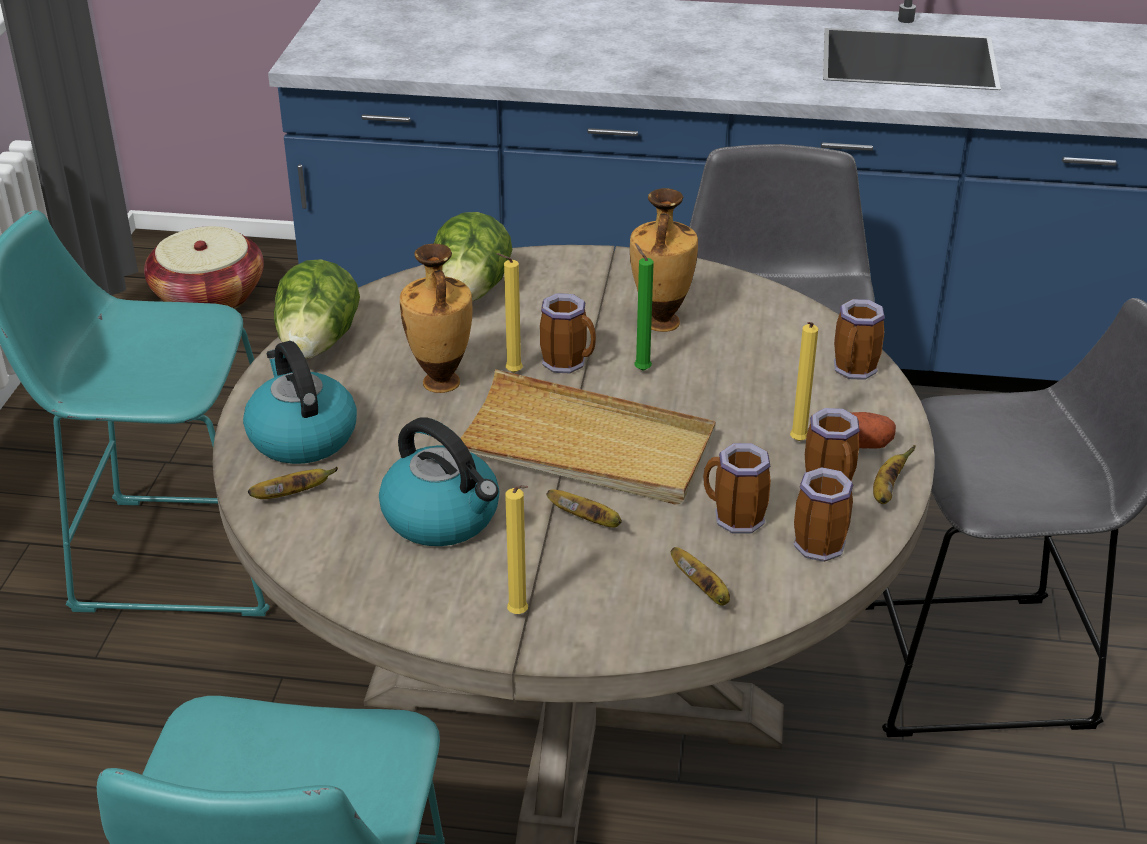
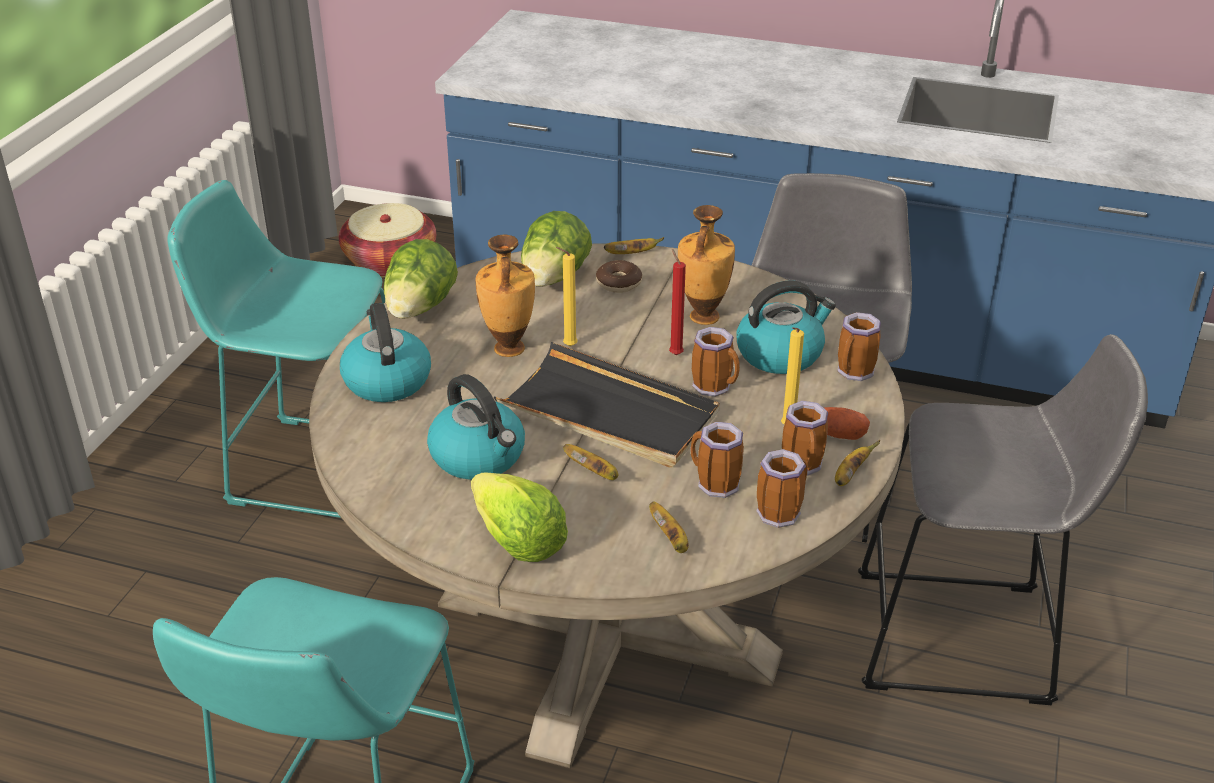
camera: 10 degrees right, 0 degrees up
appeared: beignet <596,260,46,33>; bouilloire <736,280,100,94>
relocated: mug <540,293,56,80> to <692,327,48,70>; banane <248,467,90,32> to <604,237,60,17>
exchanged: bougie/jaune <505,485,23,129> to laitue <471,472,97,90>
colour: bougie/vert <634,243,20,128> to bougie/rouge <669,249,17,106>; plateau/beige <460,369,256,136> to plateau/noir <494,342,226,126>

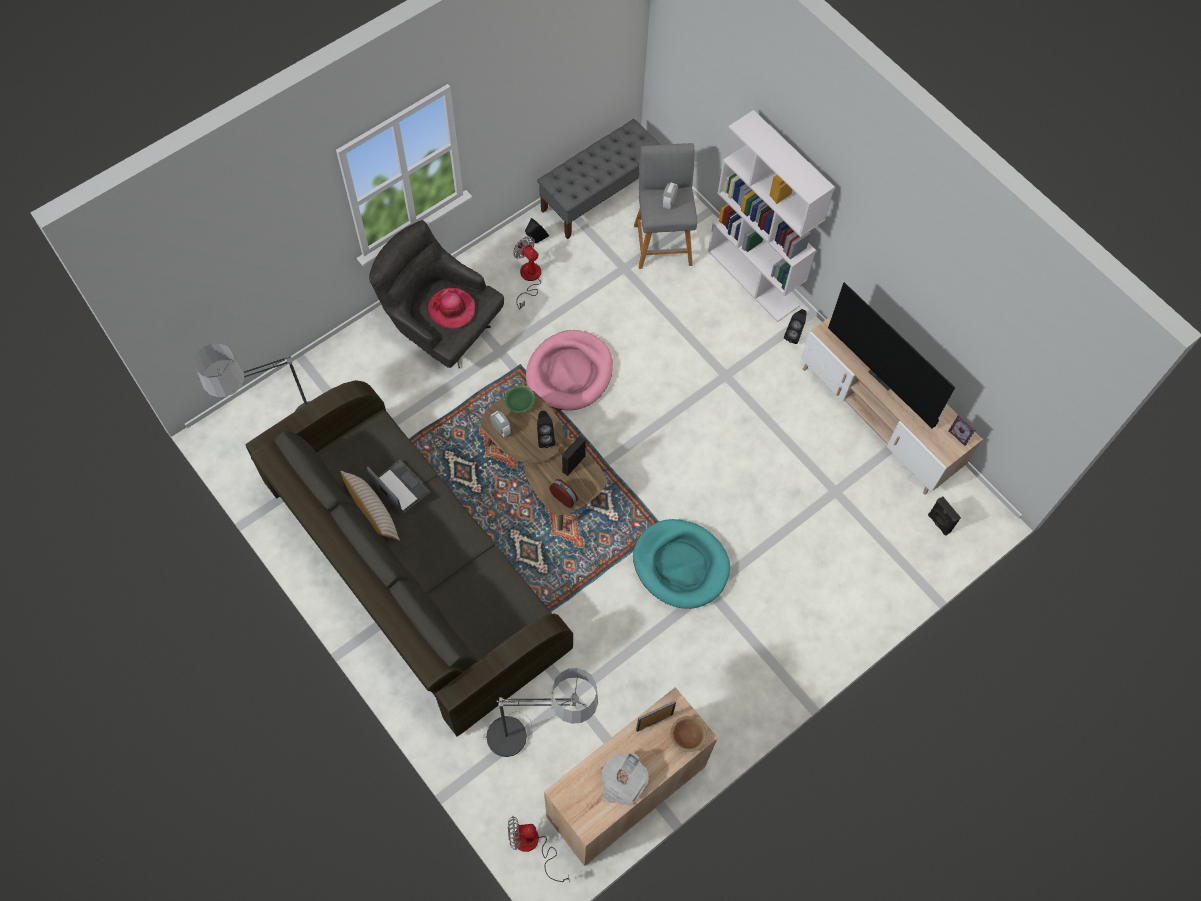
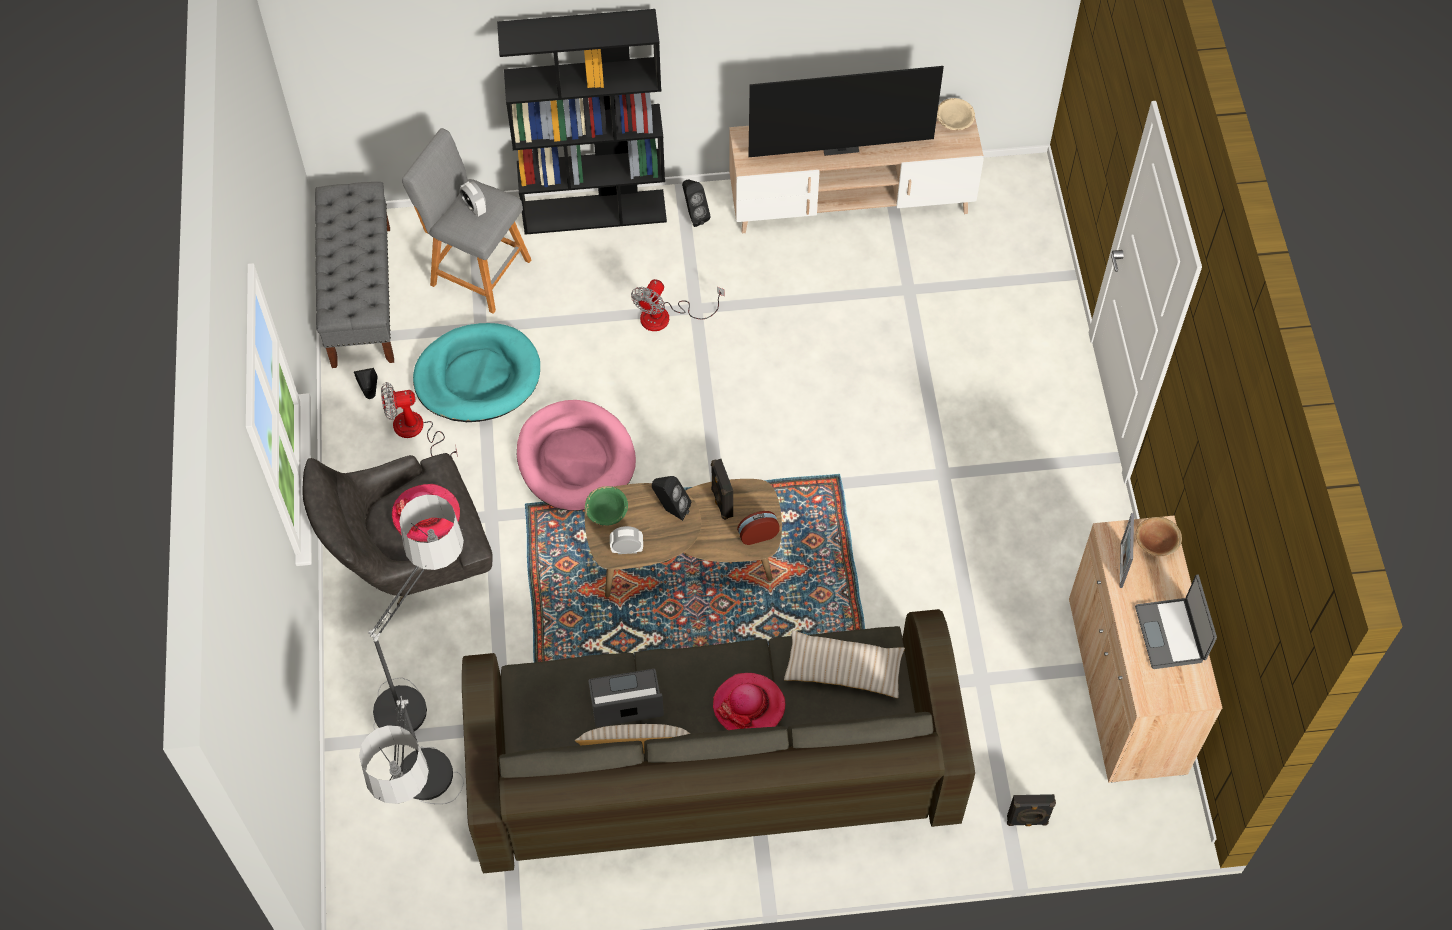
camera: 55 degrees left, 5 degrees down
appeared: coussin/beige <784,630,121,68>; chapeau <713,673,72,57>
relocated: enceinte/noir <928,496,33,40> to <1007,794,49,32>; panier pour chien/turquoise <633,519,97,90> to <413,323,127,99>; lampadaire <483,668,115,89> to <368,494,96,237>; ventilateur <508,816,62,67> to <631,279,93,52>
exchanged: cadre photo <949,415,26,31> to bol/beige <937,98,38,32>; journal <600,753,49,53> to ordinateur portable <1135,574,82,95>
colour: bibliothèque/blanc <708,110,127,212> to bibliothèque/noir <497,9,170,226>

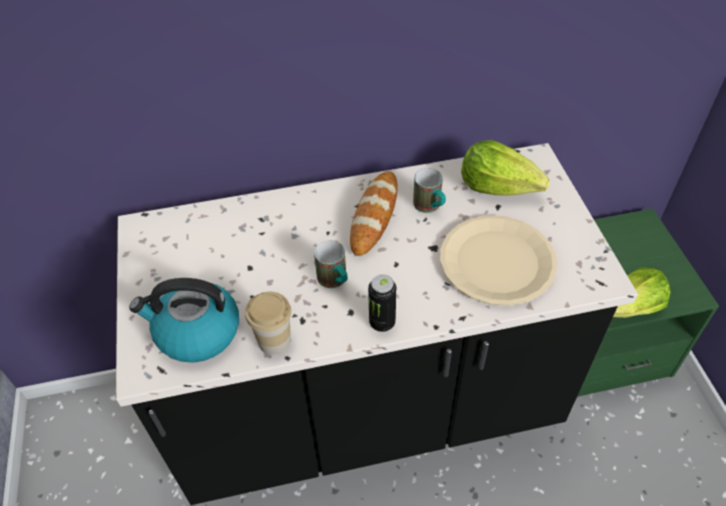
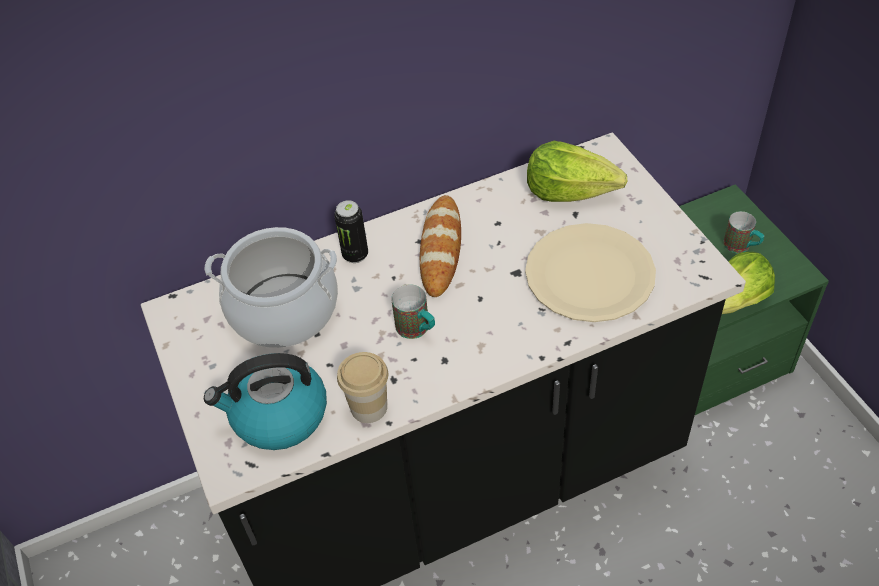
camera: 10 degrees left, 0 degrees up
appeared: marmite <205,227,133,121>
relocated: mug <413,168,33,45> to <723,211,41,42>; boîte métallique <368,274,28,58> to <334,200,34,63>

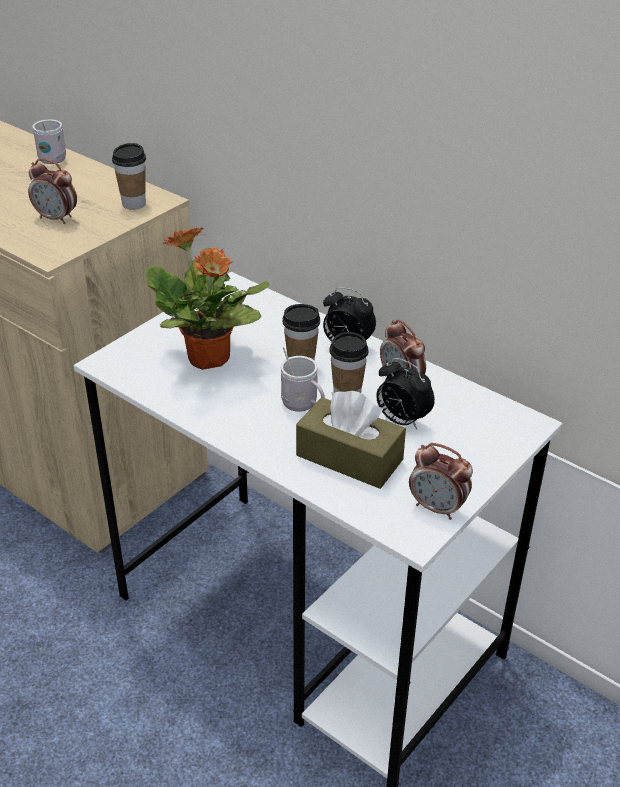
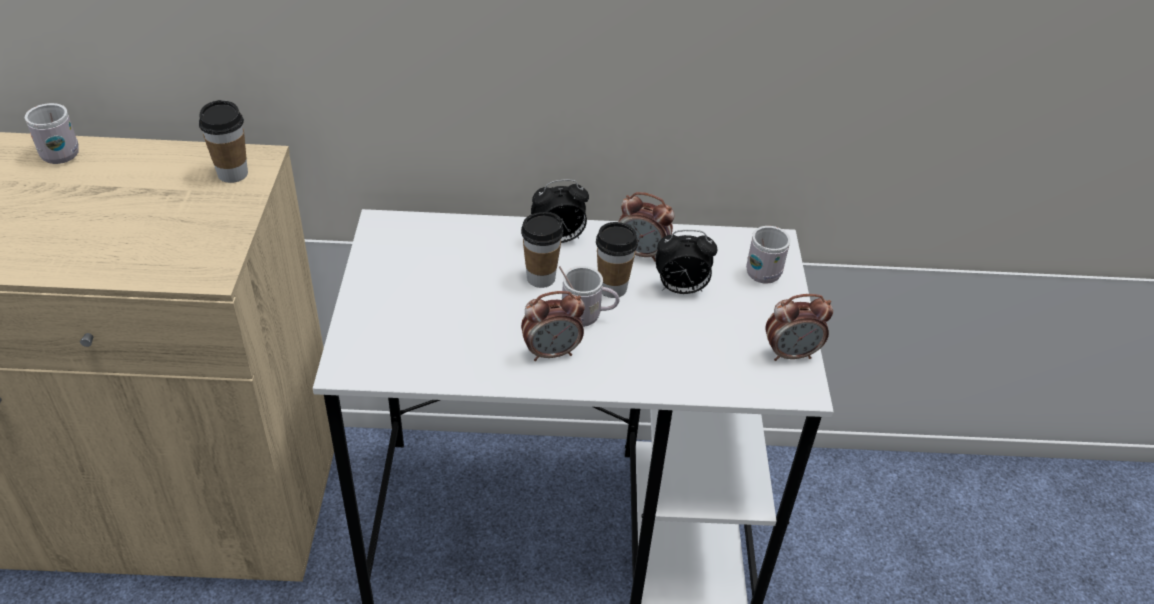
camera: 40 degrees left, 5 degrees up
missing: plante en pot <145,227,125,143>; boîte à mouchoirs/marron <296,390,110,99>
appeared: mug/blanc <746,226,45,58>
relocated: réveil <28,159,49,65> to <521,291,64,70>

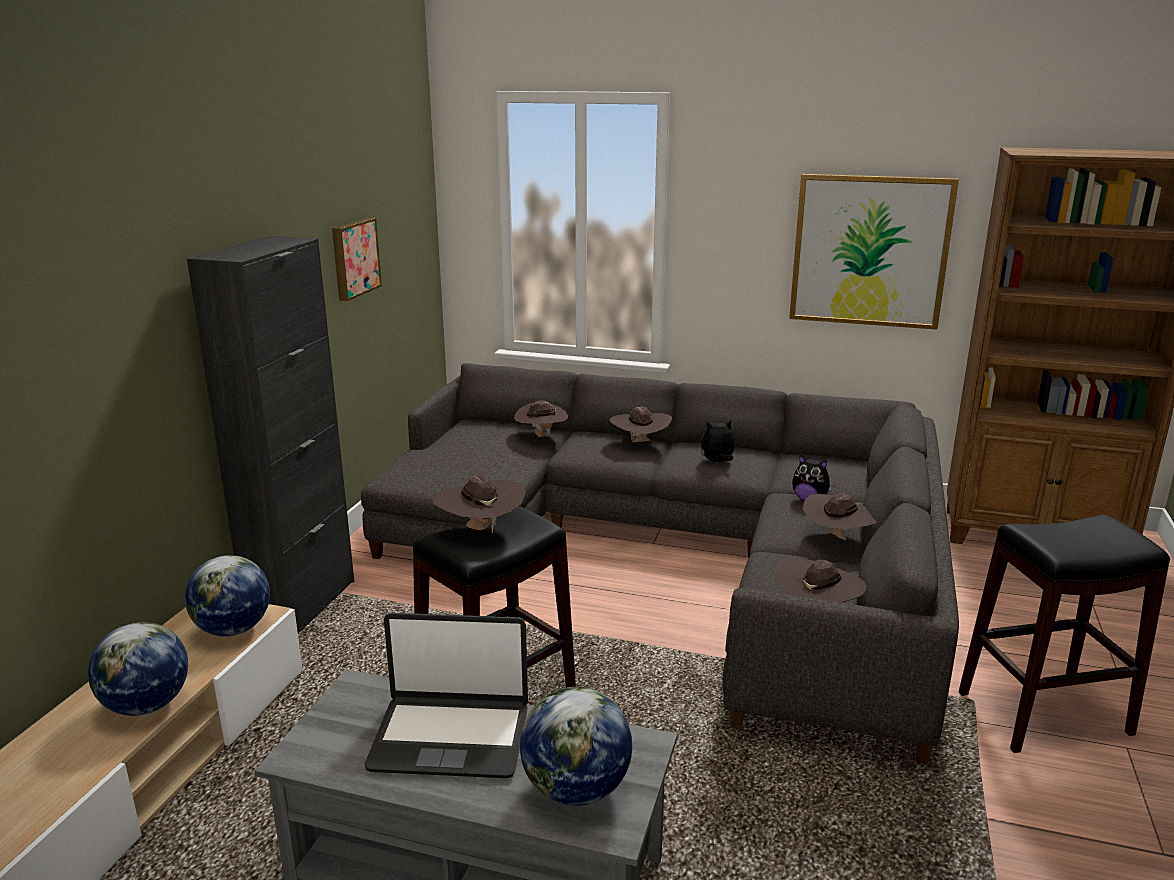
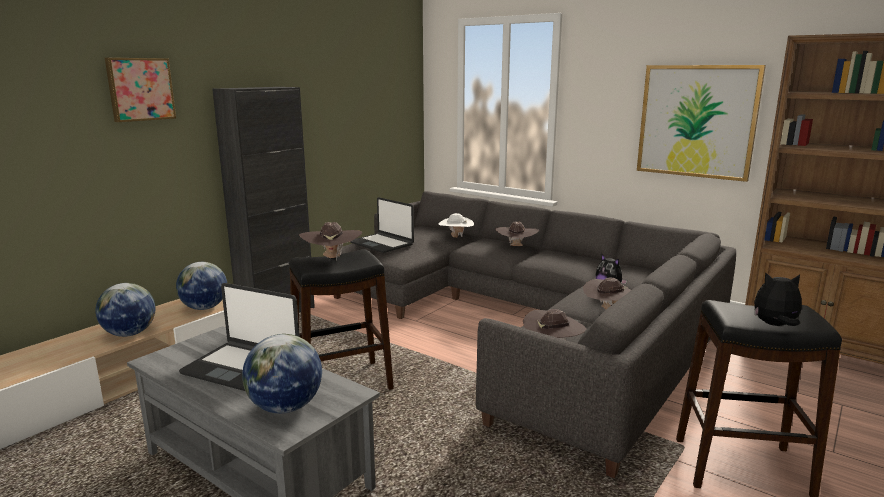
camera: 20 degrees right, 5 degrees down
appeared: ordinateur portable <350,197,64,56>
relocated: tableau <332,218,50,83> to <105,58,71,64>; peluche <701,420,34,42> to <754,272,48,54>
colour: chapeau/marron <514,400,54,37> to chapeau/blanc <439,213,35,25>

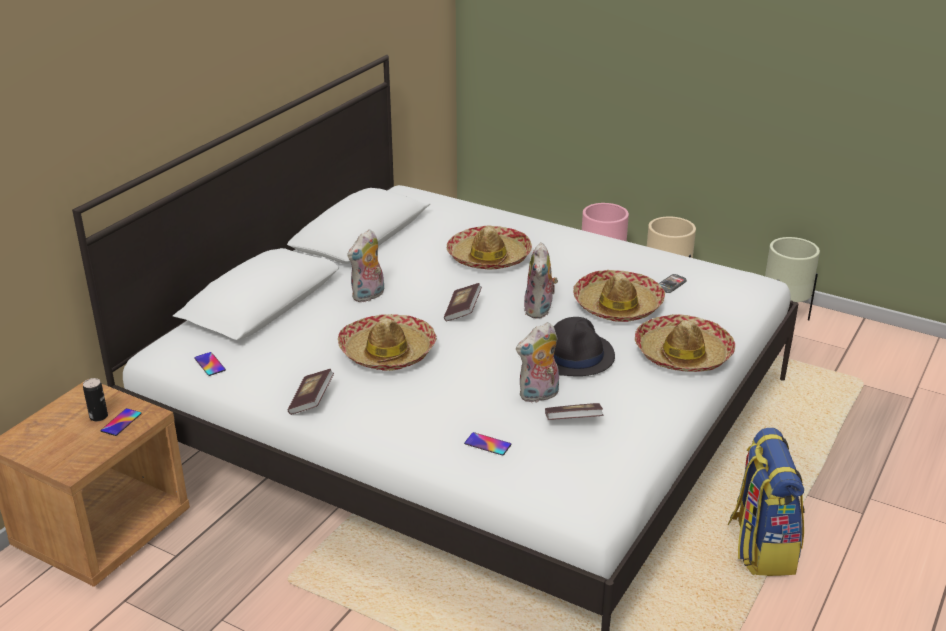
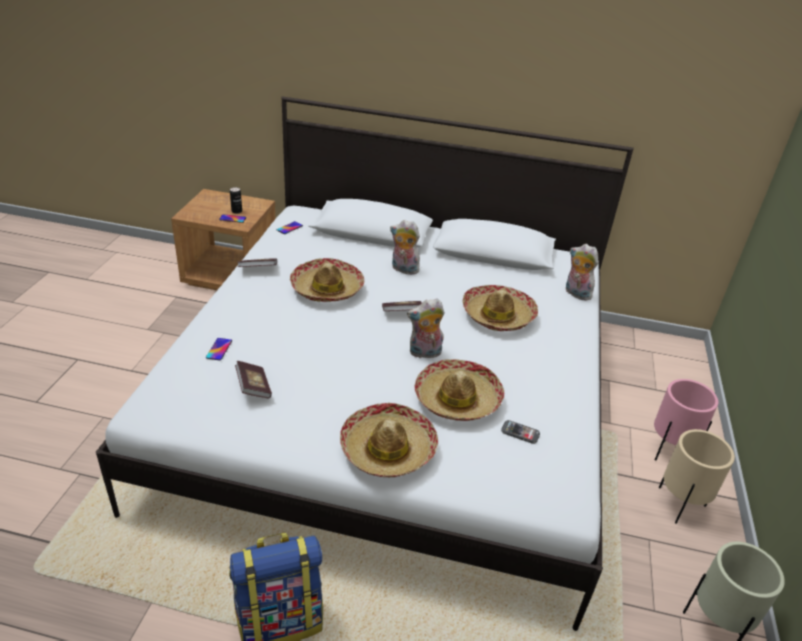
camera: 70 degrees right, 5 degrees up
missing: chapeau/noir <554,317,61,59>
relocated: peluche <516,322,43,81> to <566,244,33,57>

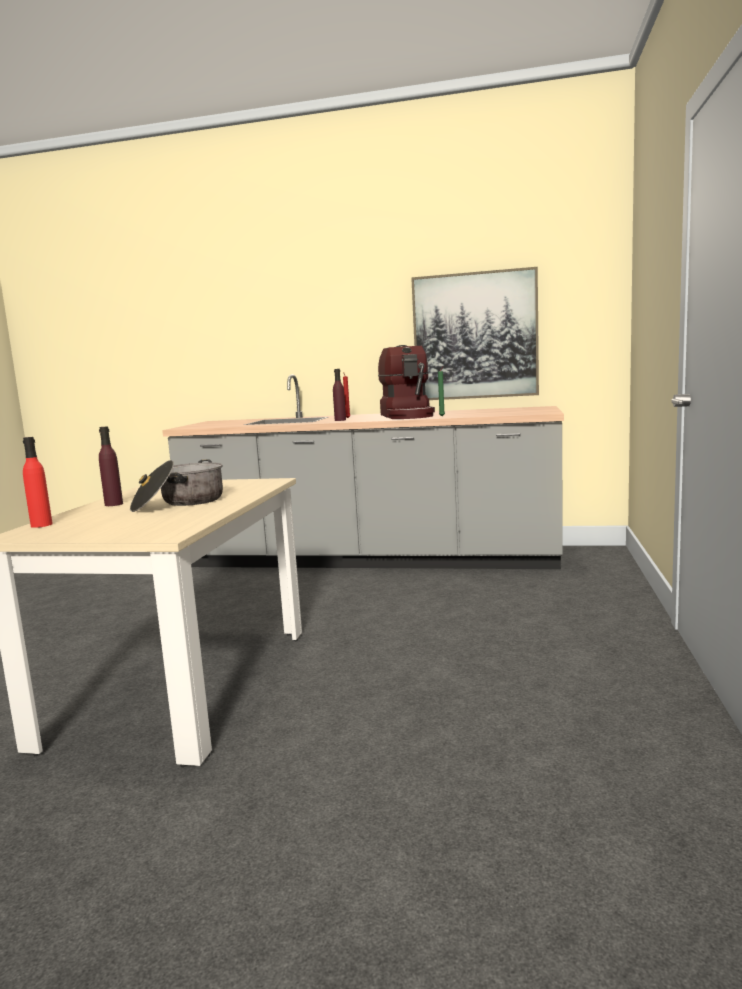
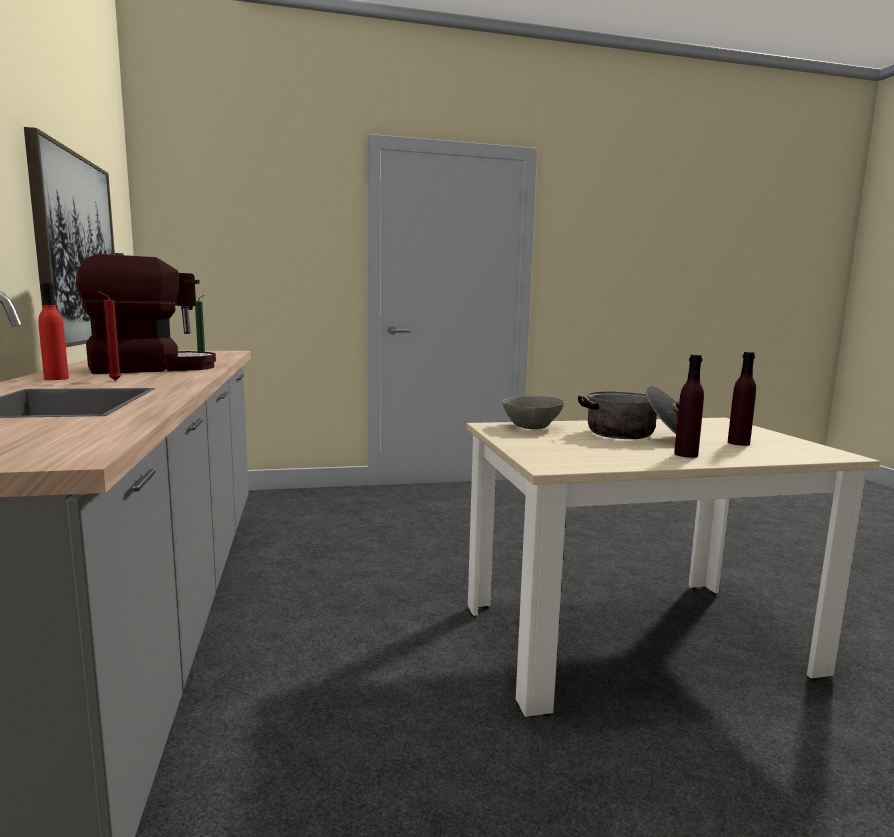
camera: 115 degrees left, 0 degrees up
appeared: bol/gris <502,396,62,33>
relocated: bouteille/violet <333,369,13,52> to <728,352,28,94>; bouteille/rouge <23,437,30,91> to <38,283,31,97>

